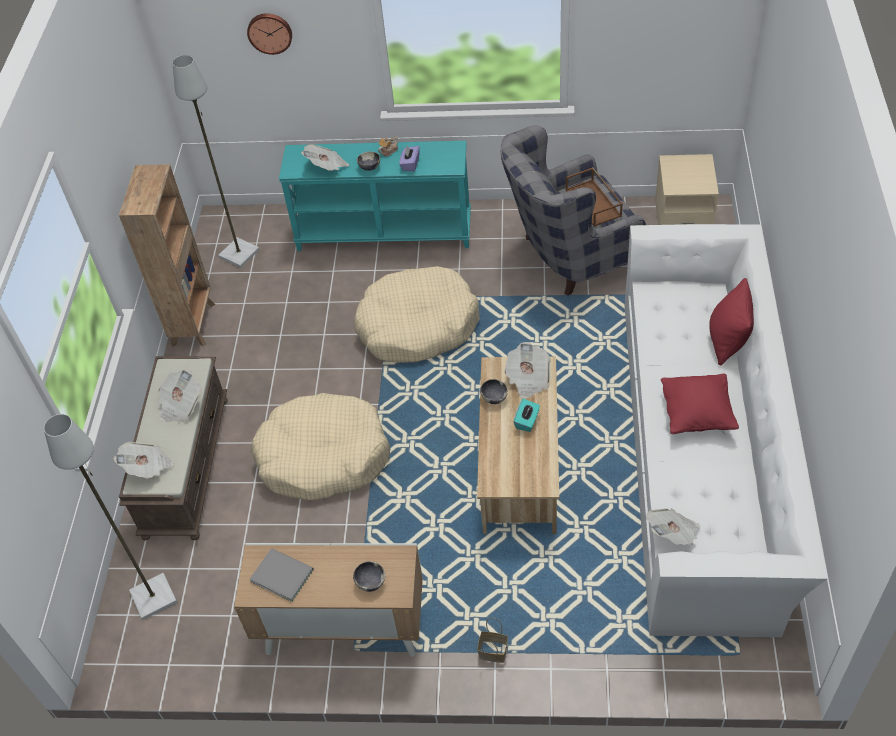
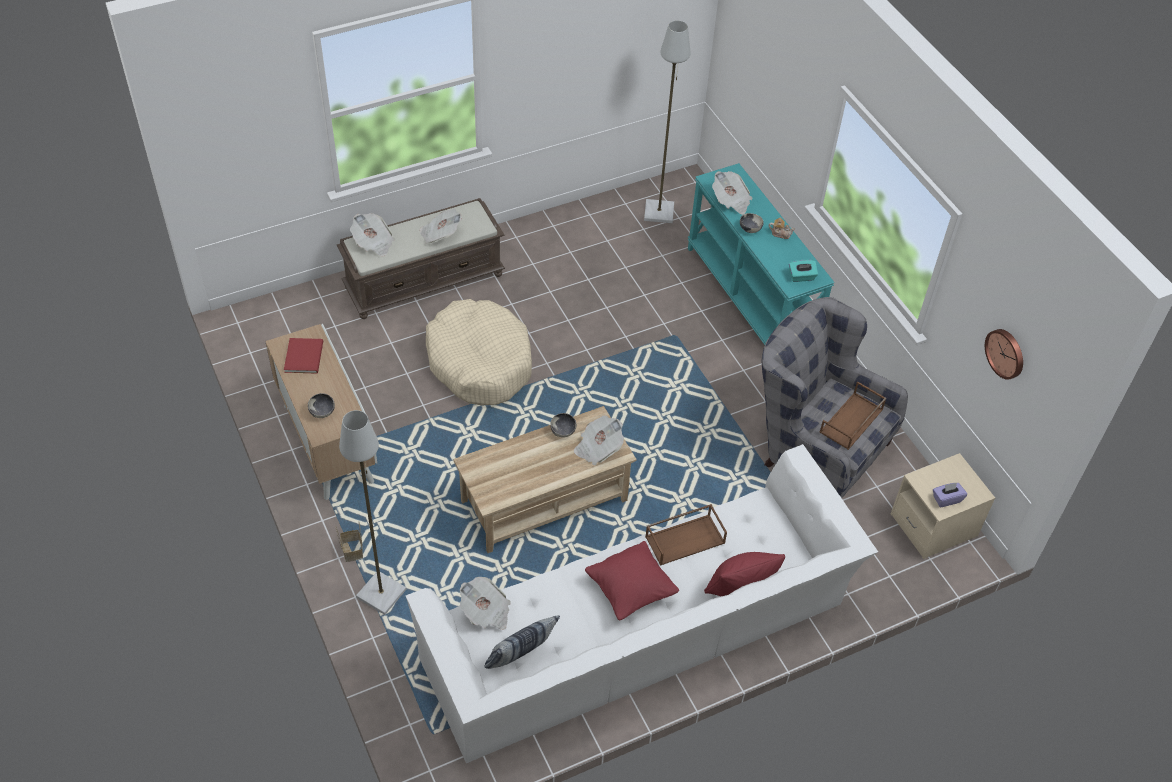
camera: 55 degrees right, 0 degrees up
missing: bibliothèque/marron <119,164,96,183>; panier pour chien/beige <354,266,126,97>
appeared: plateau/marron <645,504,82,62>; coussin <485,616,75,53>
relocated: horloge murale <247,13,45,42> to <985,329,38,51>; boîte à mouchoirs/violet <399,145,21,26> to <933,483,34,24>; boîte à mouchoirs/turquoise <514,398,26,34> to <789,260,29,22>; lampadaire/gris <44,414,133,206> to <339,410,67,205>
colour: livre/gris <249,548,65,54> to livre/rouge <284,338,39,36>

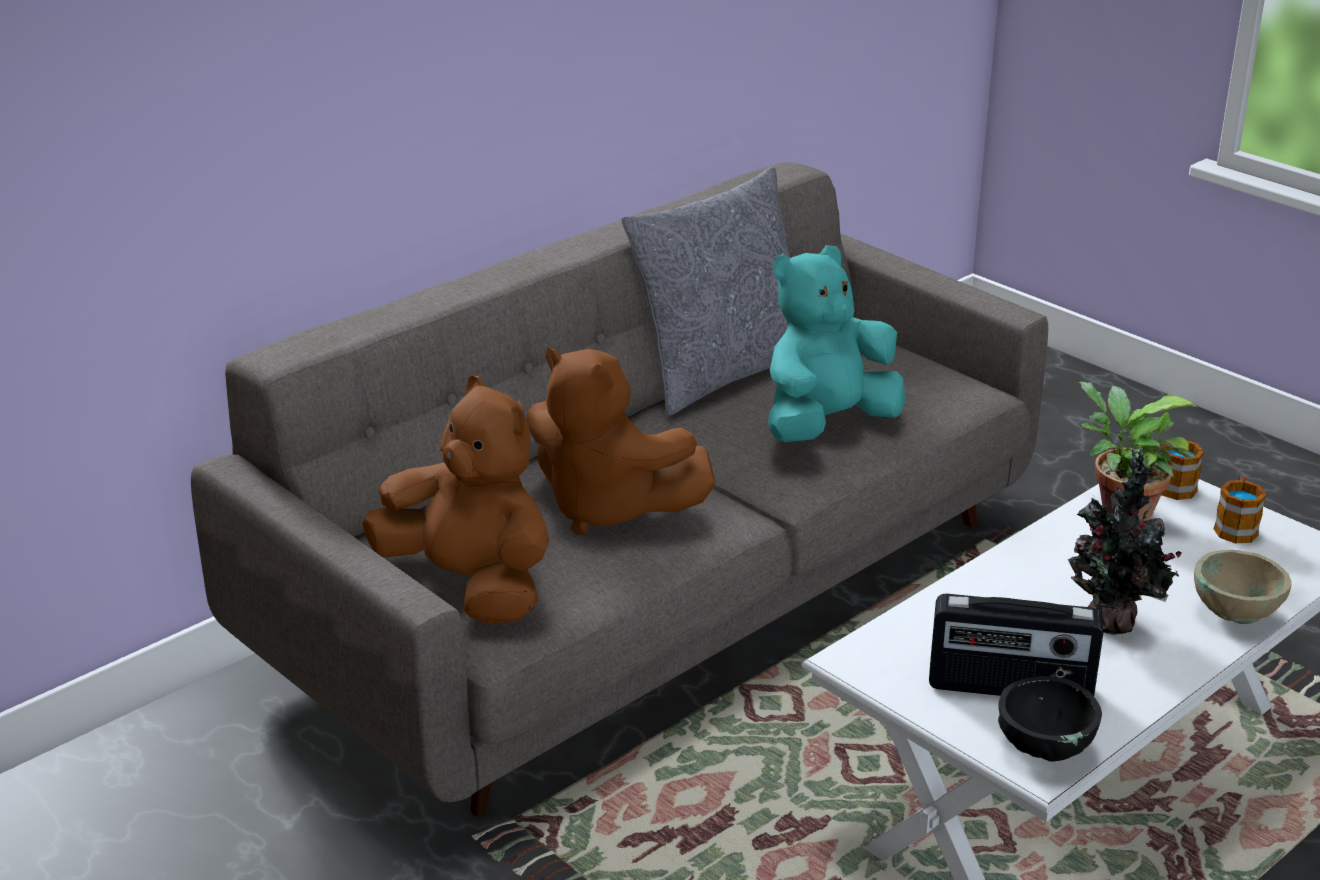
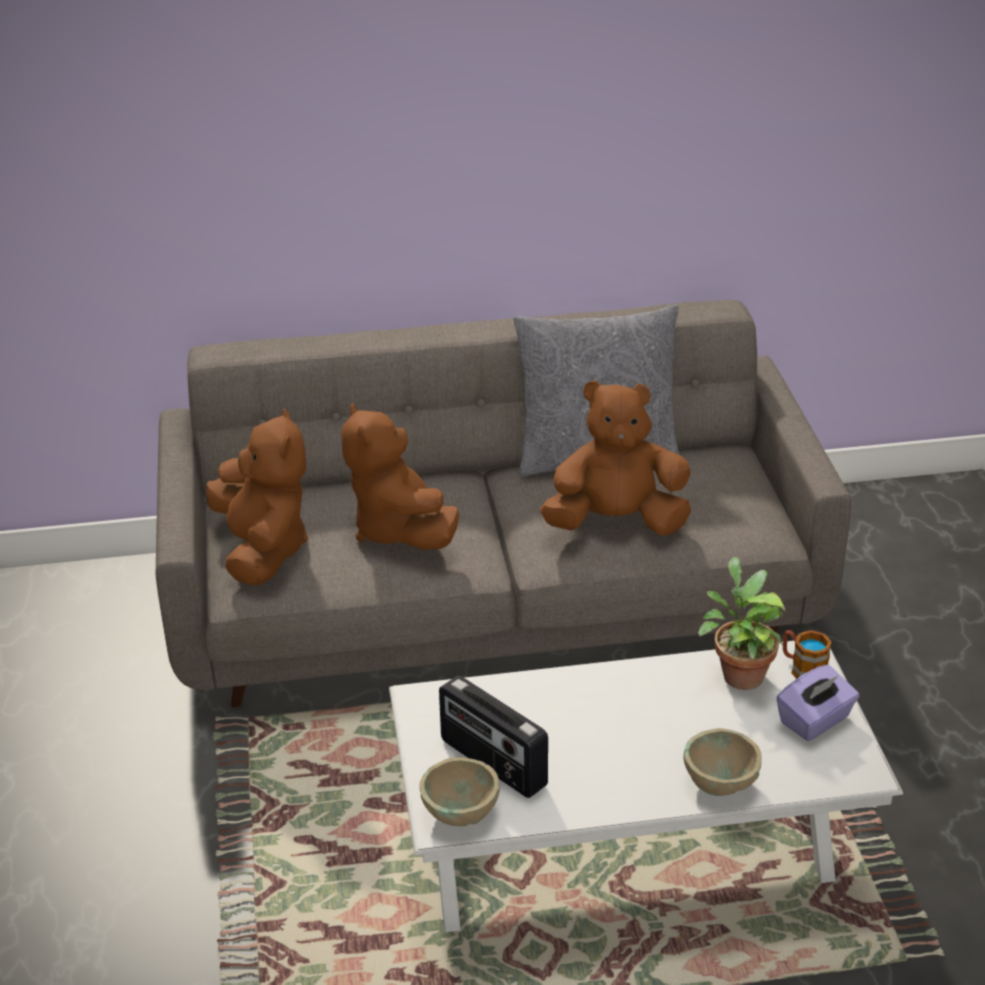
camera: 35 degrees right, 5 degrees up
missing: plante en pot <1068,448,114,187>
exchanged: mug <1213,476,53,67> to boîte à mouchoirs/violet <776,665,84,76>
colour: peluche/turquoise <768,245,138,197> to peluche/marron <540,380,151,155>; bol/noir <998,676,104,86> to bol/beige <420,757,80,69>

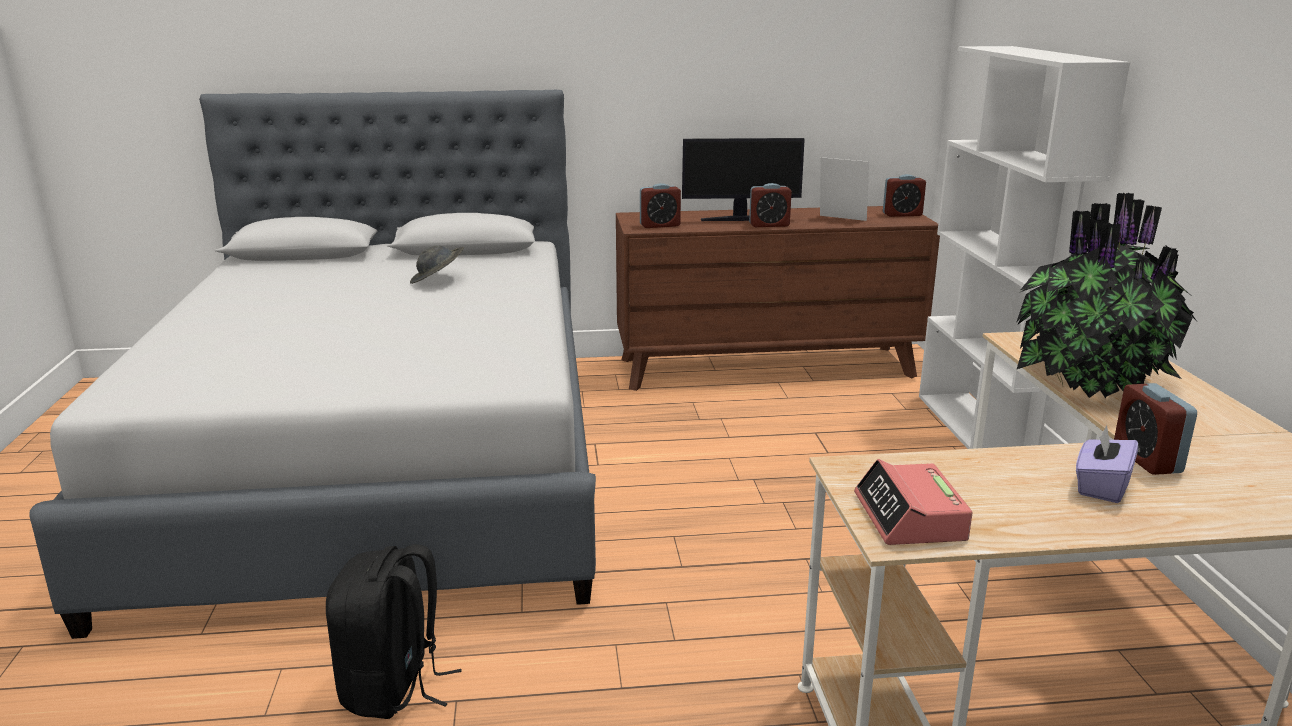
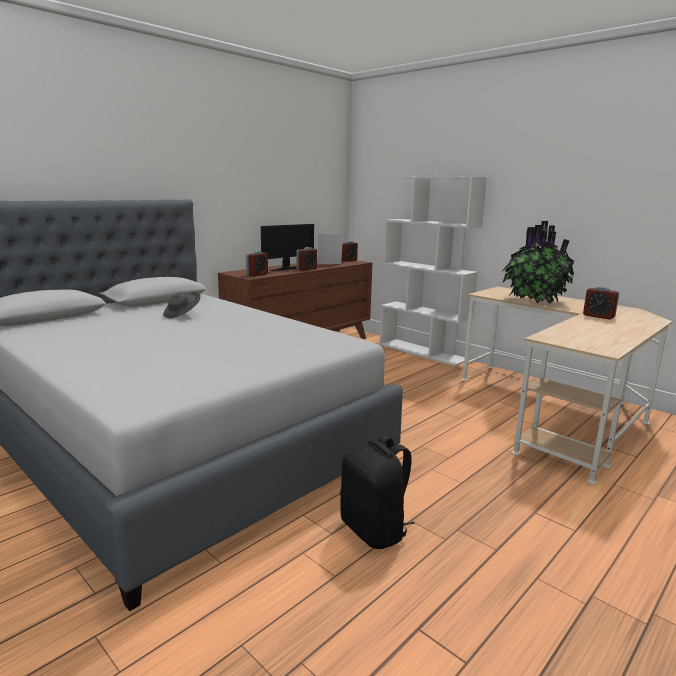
camera: 40 degrees left, 5 degrees down
missing: boîte à mouchoirs/violet <1076,425,62,78>; réveil <854,459,118,86>

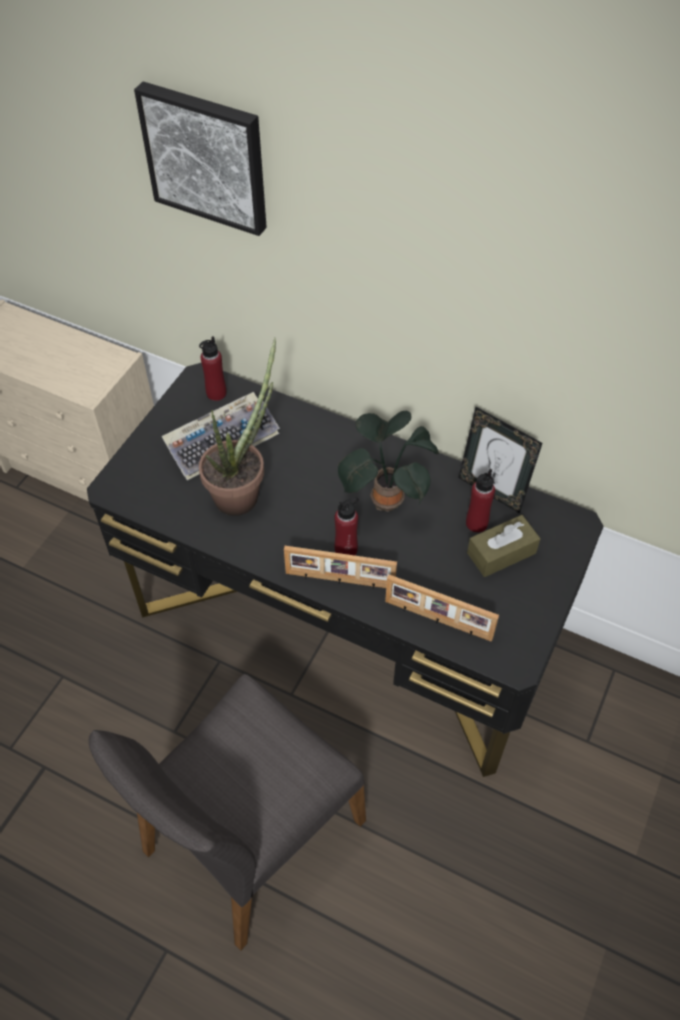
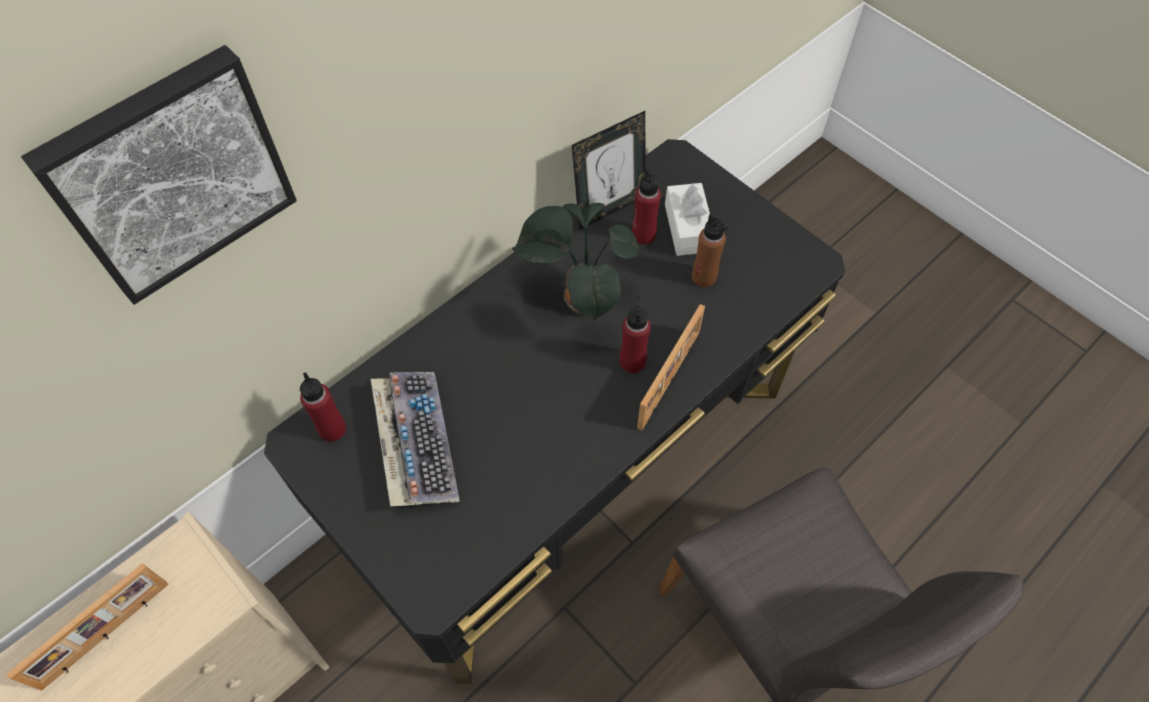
camera: 70 degrees left, 5 degrees up
missing: plante en pot <199,337,77,179>
appeared: bouteille/marron <692,213,36,74>
relocated: cadre photo <385,575,114,67> to <7,563,161,128>
colour: boîte à mouchoirs/marron <467,515,74,62> to boîte à mouchoirs/blanc <665,183,45,73>

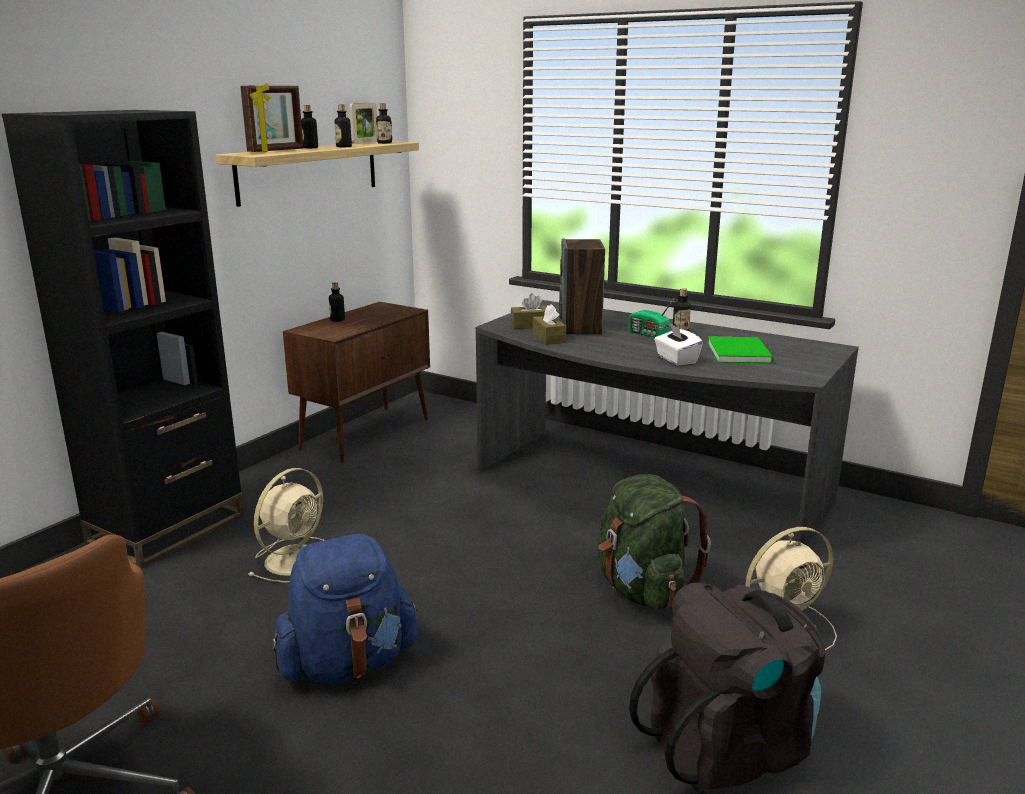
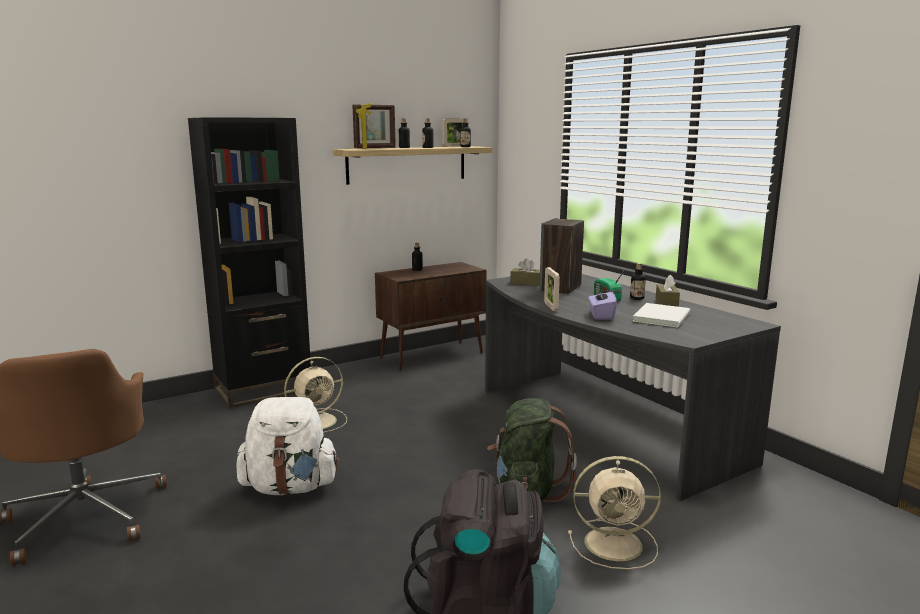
camera: 25 degrees right, 5 degrees down
appeared: cadre photo <544,267,16,44>
relocated: boîte à mouchoirs/marron <533,304,33,41> to <656,274,24,33>
colour: boîte à mouchoirs/blanc <654,323,49,42> to boîte à mouchoirs/violet <588,286,29,34>; livre/vert <708,336,66,27> to livre/blanc <633,303,57,24>; sac à dos/bleu <272,534,146,150> to sac à dos/blanc <236,397,104,98>

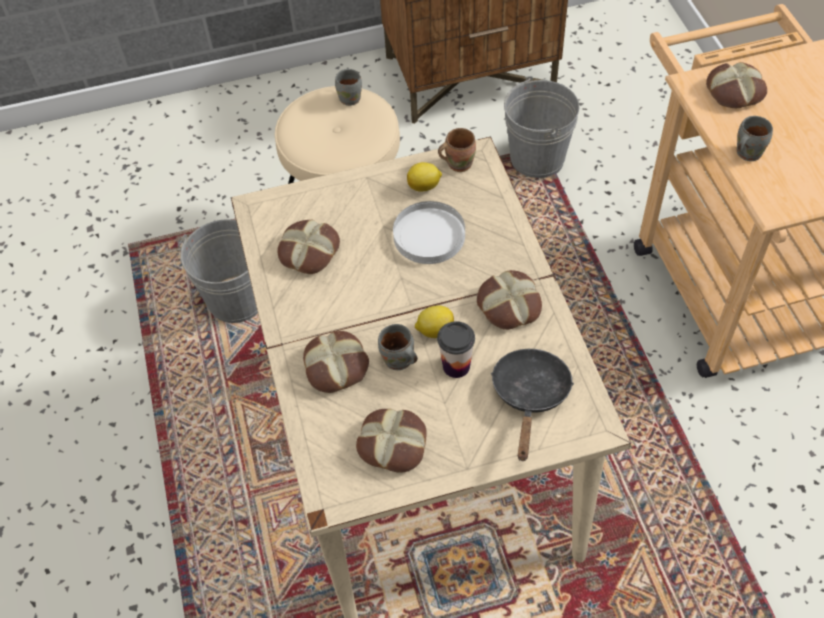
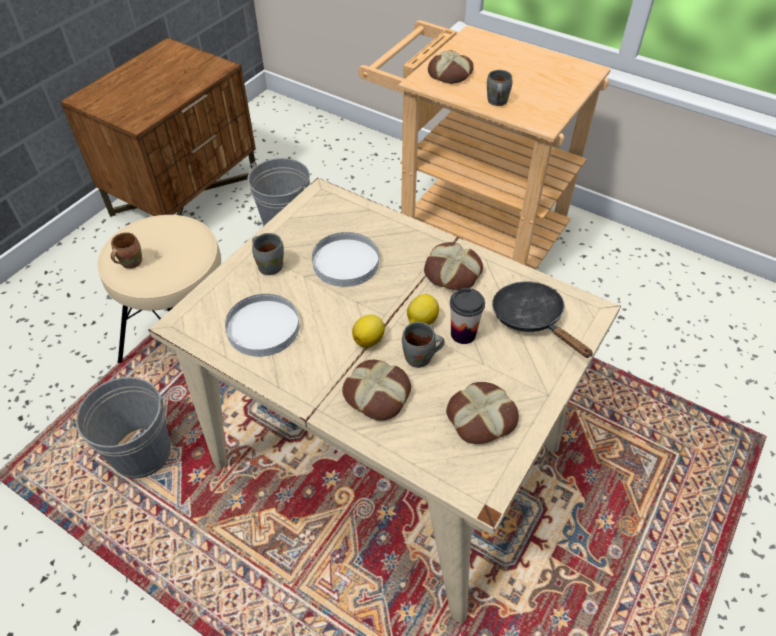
camera: 45 degrees left, 5 degrees down
relocated: mug/gris <335,69,27,37> to <252,233,32,42>; mug/marron <438,128,38,44> to <111,232,31,37>; citron <407,162,35,30> to <352,315,33,33>
exchanged: pain <277,220,63,54> to assiette/blanc <225,294,74,63>

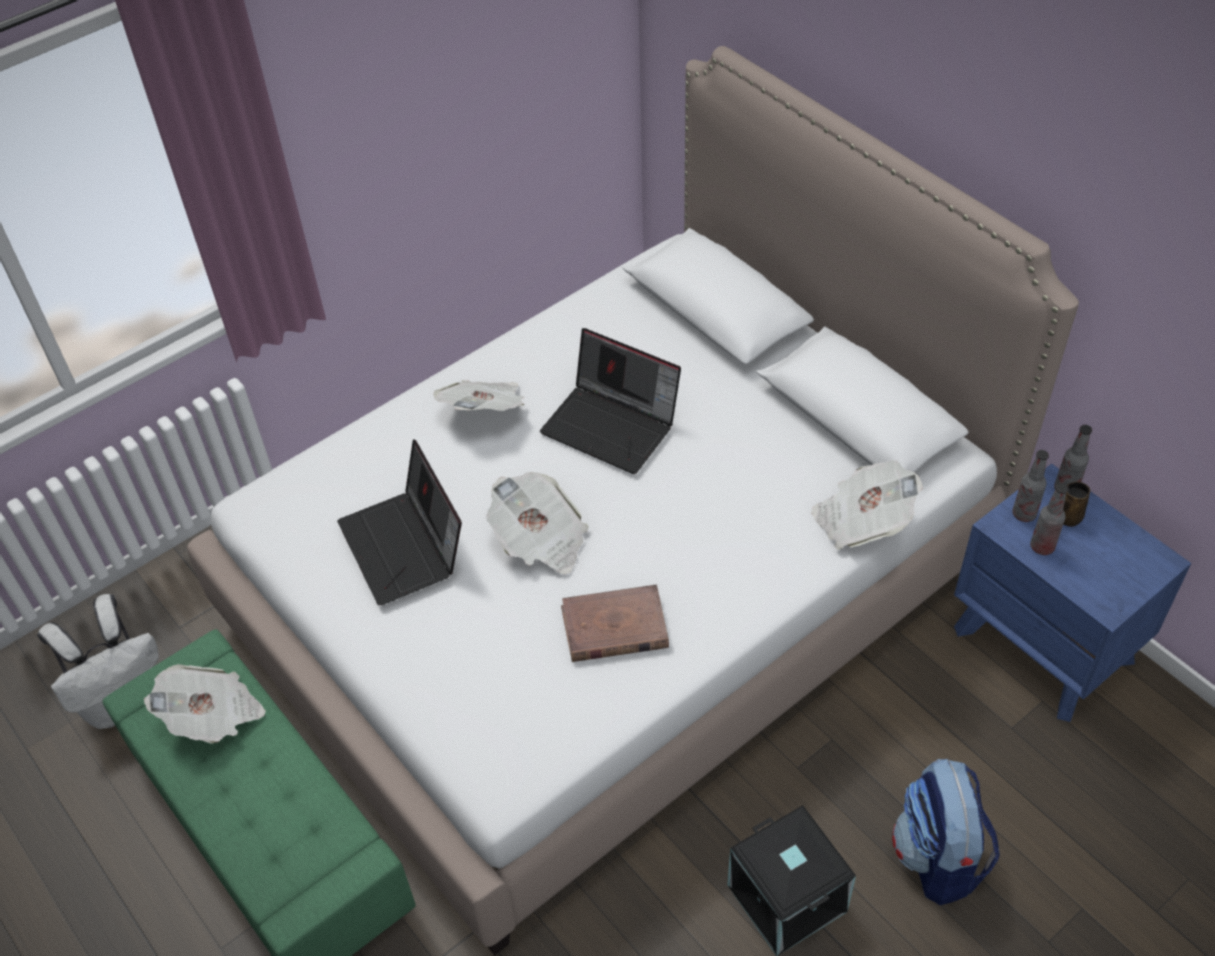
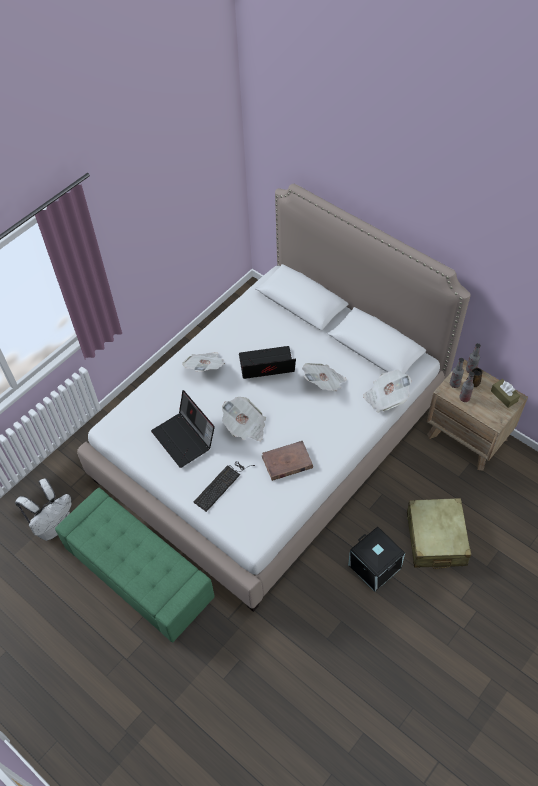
camera: 10 degrees left, 5 degrees up
appeared: boîte à mouchoirs/marron <491,379,29,29>; clavier <193,461,62,51>
relocated: journal <144,664,122,80> to <302,363,45,29>
exchanged: sac à dos <892,759,108,146> to valise/beige <407,498,64,71>
colour: table de chevet/bleu <954,464,237,258> to table de chevet/marron <427,359,101,111>
spun: ordinateur portable <540,328,141,146> = <239,346,57,33> 150 degrees clockwise

